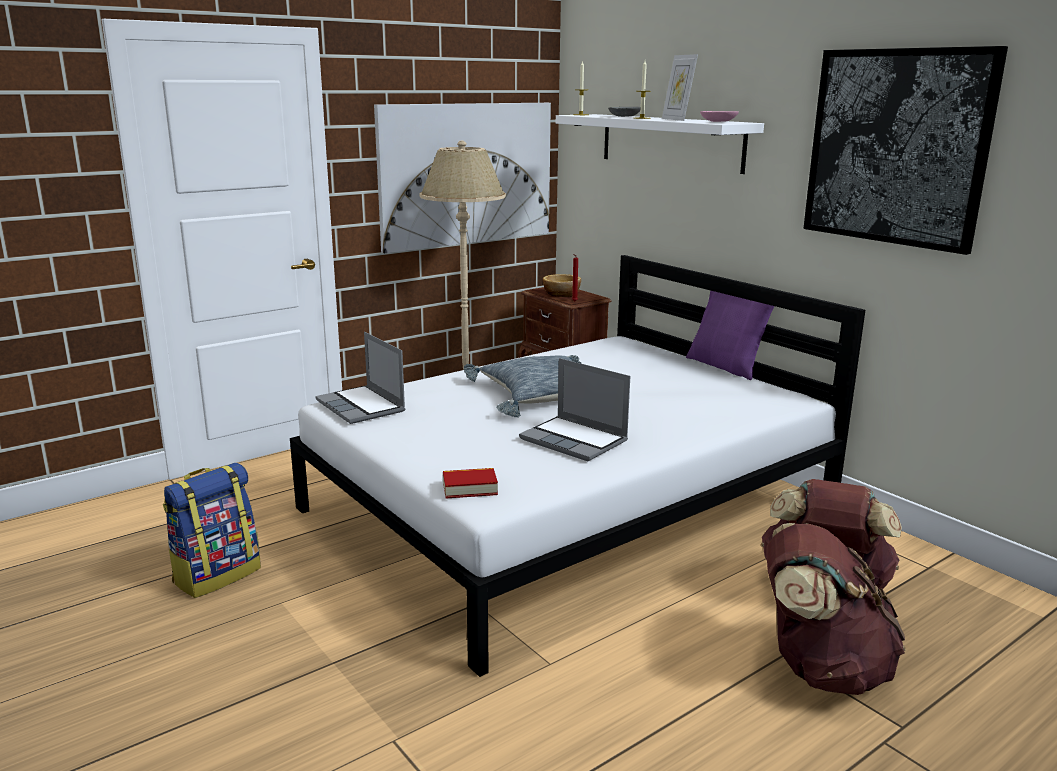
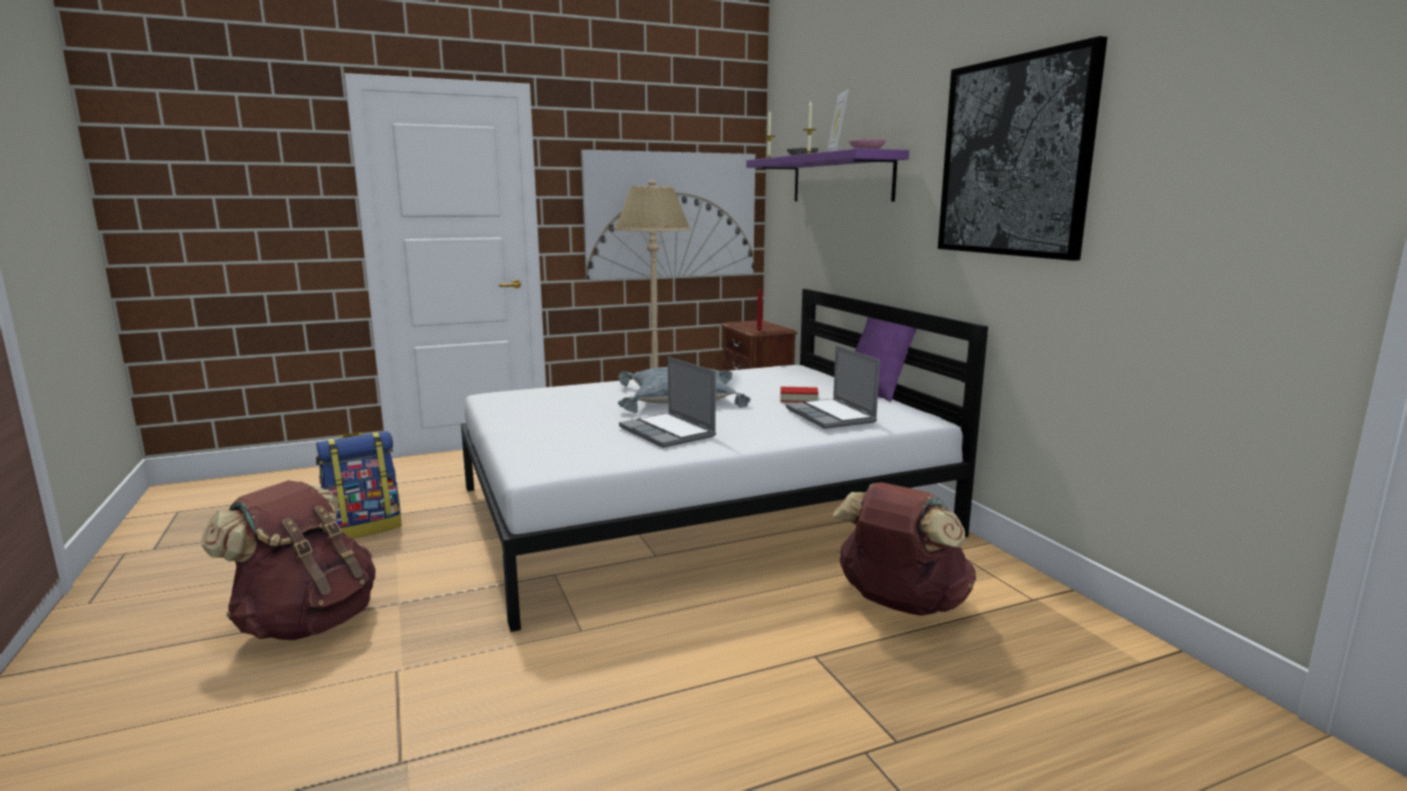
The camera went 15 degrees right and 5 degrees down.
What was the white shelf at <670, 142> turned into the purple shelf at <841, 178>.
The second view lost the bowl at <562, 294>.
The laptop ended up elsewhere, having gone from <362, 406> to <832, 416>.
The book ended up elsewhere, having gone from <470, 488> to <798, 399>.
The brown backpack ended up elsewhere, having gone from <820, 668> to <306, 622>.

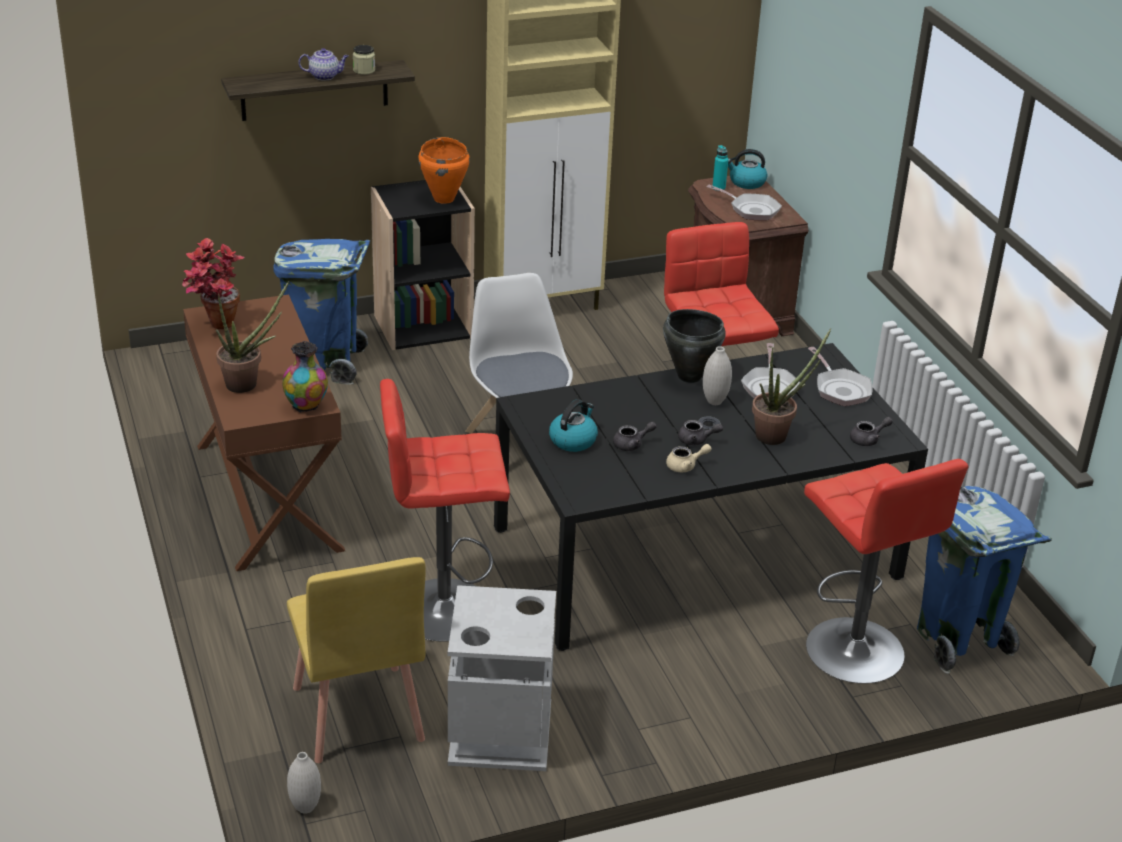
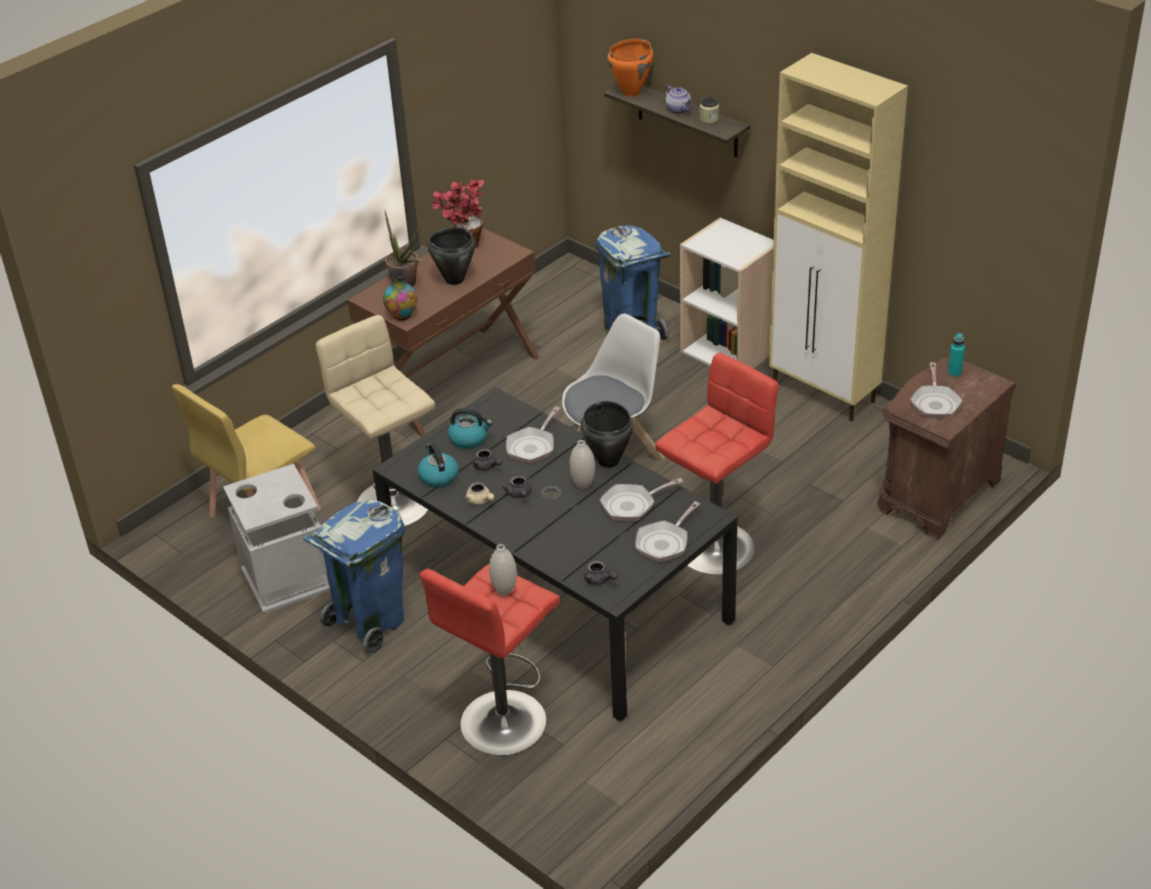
The camera went 65 degrees right and 5 degrees up.
The orange cooking pot ended up elsewhere, having gone from <444, 198> to <631, 92>.
The kettle ended up elsewhere, having gone from <746, 182> to <438, 476>.
What was the black bookcase at <424, 325> turned into the white bookcase at <729, 351>.
The second view lost the potted plant at <777, 434>.
What was the red stool at <443, 609> turned into the beige stool at <393, 503>.
The blue trash can ended up elsewhere, having gone from <959, 639> to <369, 622>.
The white vase ended up elsewhere, having gone from <305, 807> to <504, 591>.
The second view gained the black cooking pot at <454, 279>.
The second view gained the frying pan at <533, 446>.

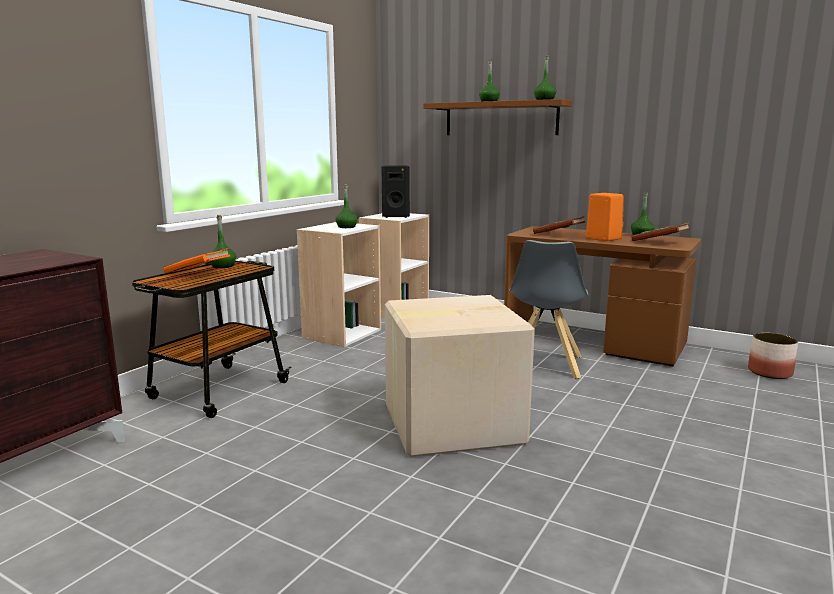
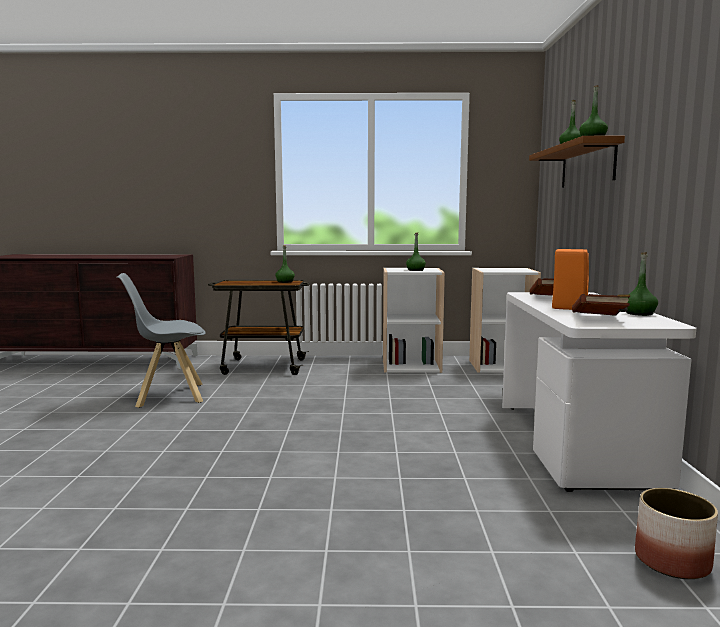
The camera went 60 degrees right and 5 degrees down.
The second view lost the black speaker at <396, 216>.
What was the brown desk at <594, 341> turned into the white desk at <576, 444>.
The grey chair ended up elsewhere, having gone from <544, 365> to <168, 395>.
The second view lost the orange book at <198, 273>.
The second view lost the cardboard box at <450, 423>.

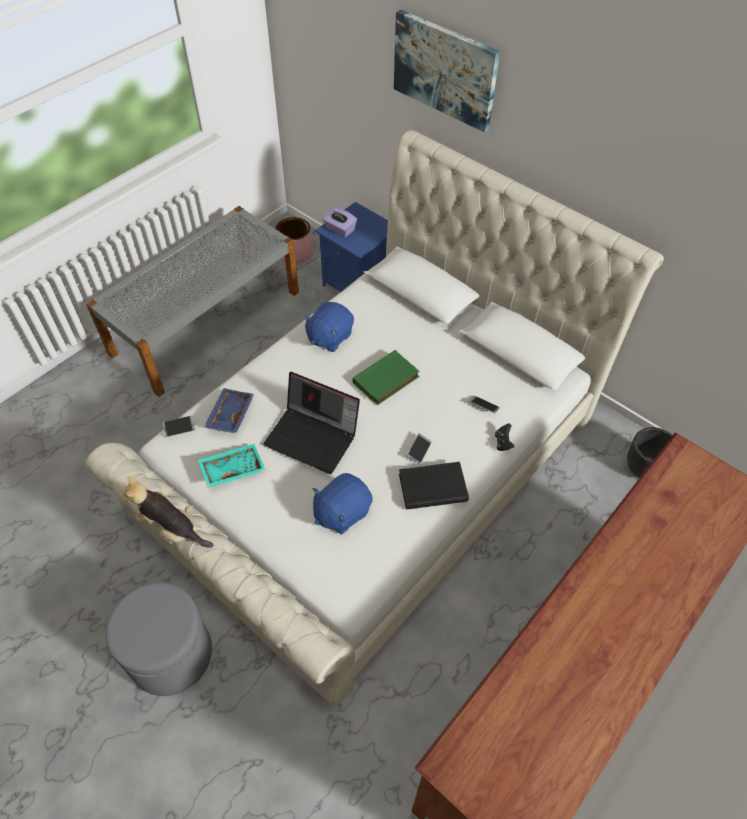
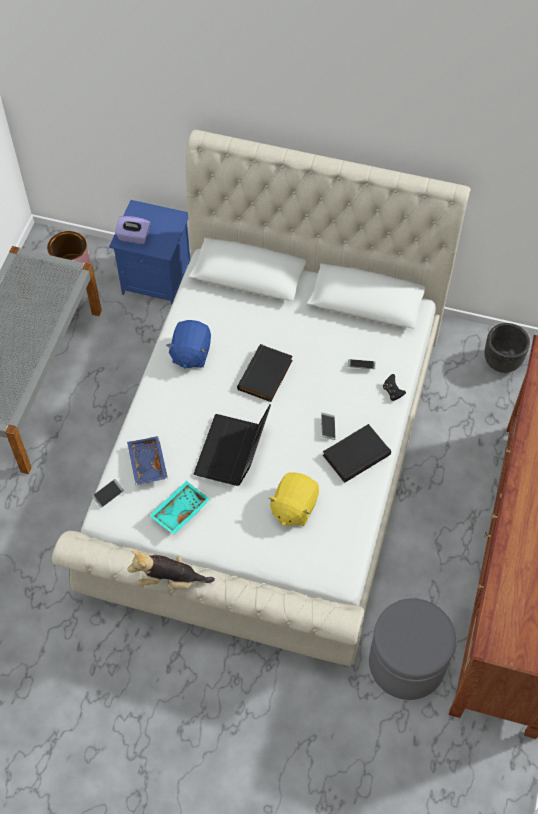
The camera went 25 degrees left and 5 degrees up.
The second view lost the picture at <445, 70>.
What was the green book at <386, 381> turned into the black book at <266, 376>.
The laptop at <313, 437> ended up facing another way, 105 degrees clockwise from before.
What was the blue plush toy at <342, 512> turned into the yellow plush toy at <293, 507>.
The grey ottoman ended up elsewhere, having gone from <171, 654> to <406, 663>.

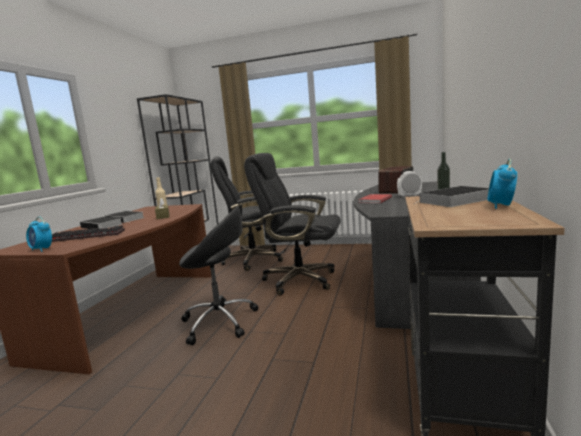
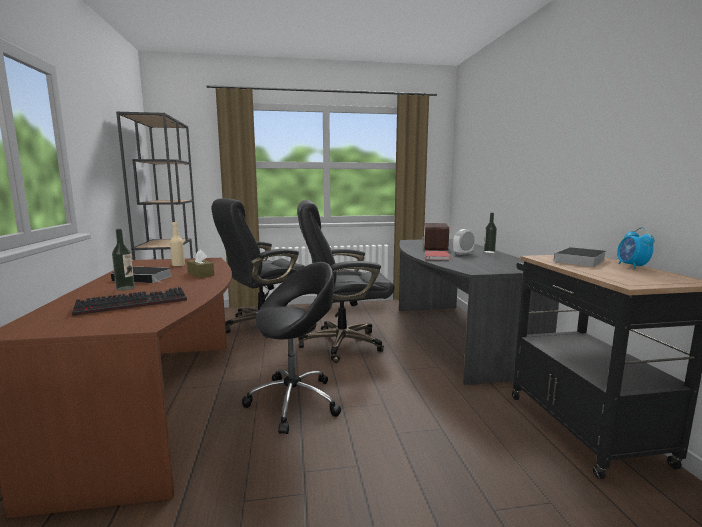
The camera went 25 degrees left and 0 degrees up.
The second view lost the alarm clock at <42, 249>.
Where the book stood at <103, 226>, the bottle came to stand at <125, 288>.

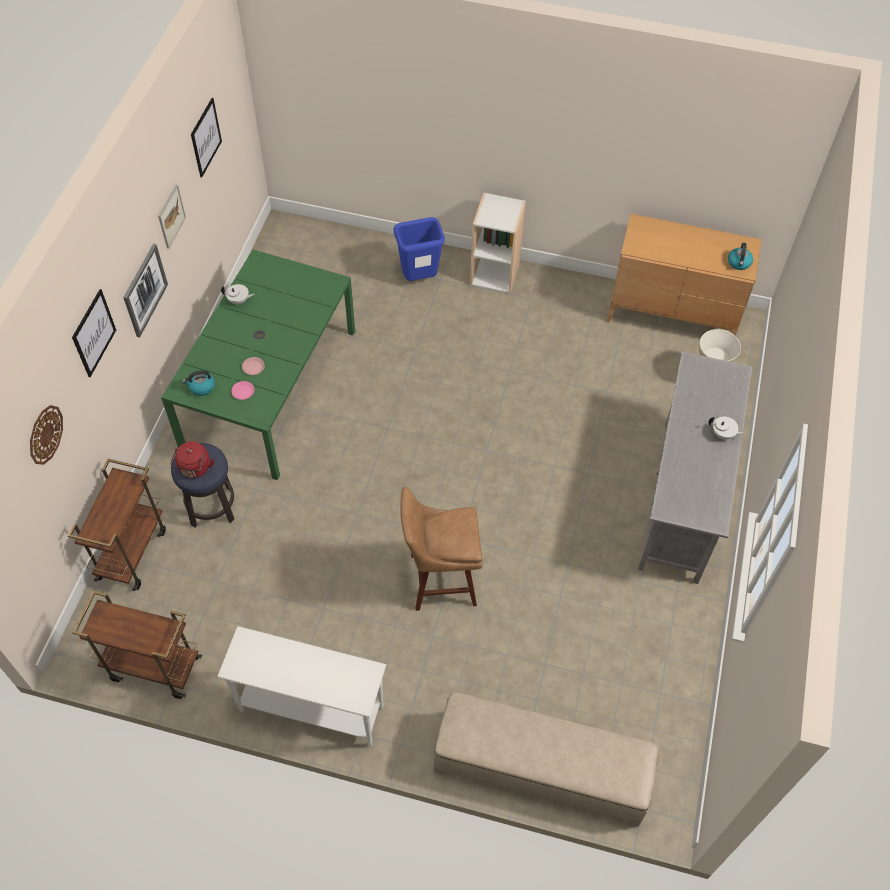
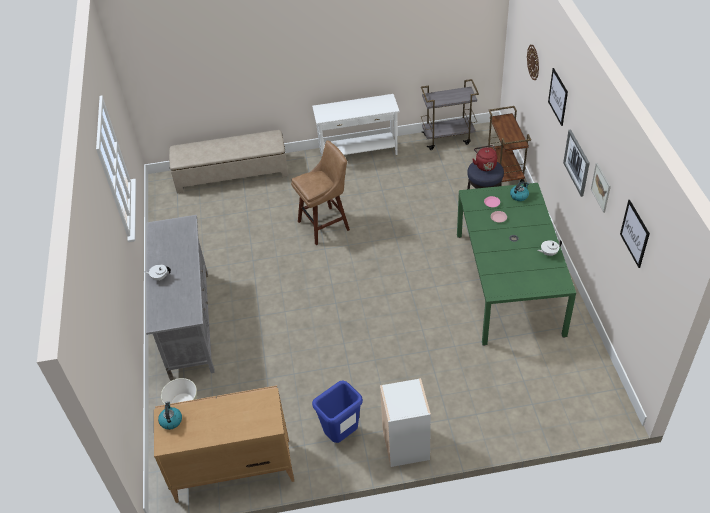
The camera went 160 degrees right and 10 degrees down.
The blue trash can ended up elsewhere, having gone from <419, 278> to <341, 435>.
What was the brown cart at <153, 668> turned into the grey cart at <448, 139>.

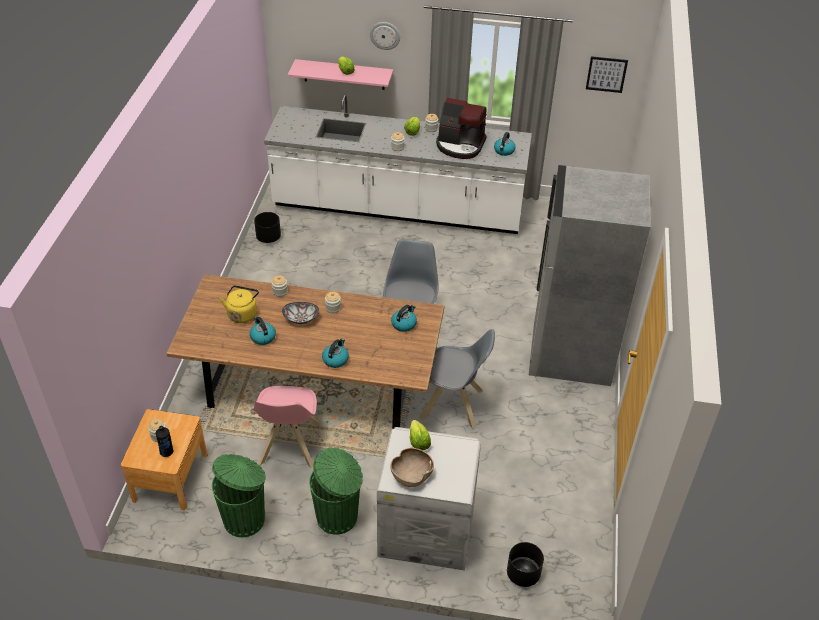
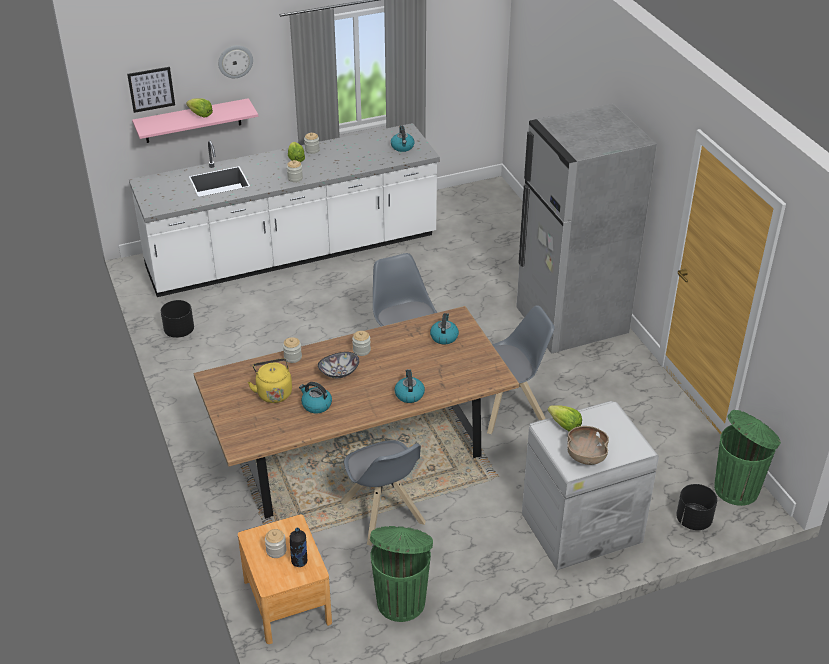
The camera went 30 degrees left and 5 degrees down.
The picture ended up elsewhere, having gone from <606, 74> to <151, 89>.
The second view lost the coffee machine at <460, 145>.
What was the pink chair at <289, 445> turned into the grey chair at <383, 514>.
The green trash can ended up elsewhere, having gone from <338, 517> to <737, 488>.

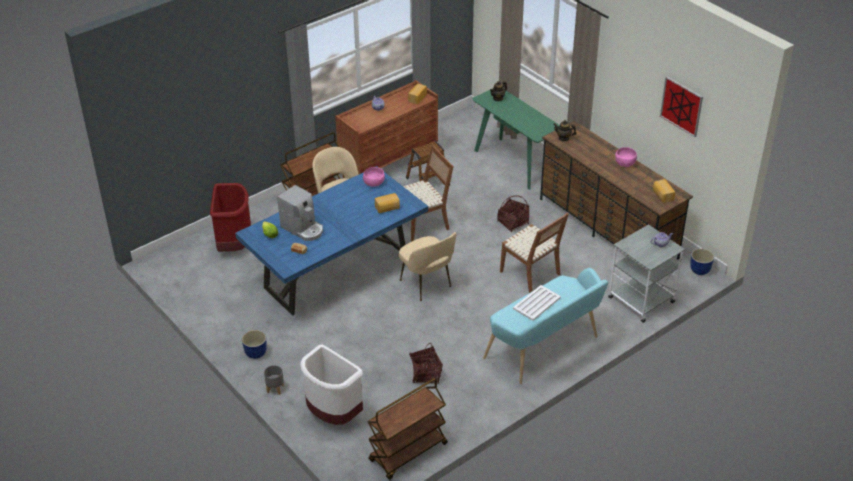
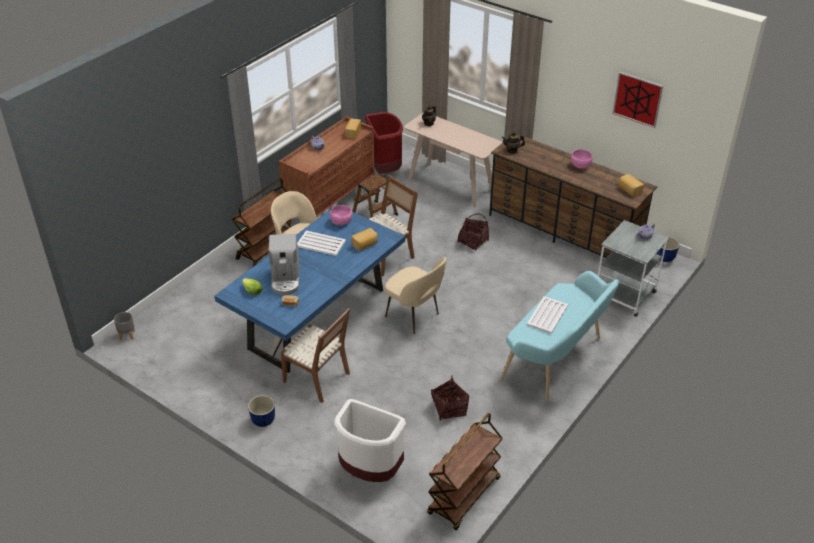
The camera went 15 degrees left and 0 degrees up.
What was the green console table at <514, 163> turned into the beige console table at <451, 184>.
The red trash can ended up elsewhere, having gone from <234, 244> to <384, 168>.
The coffee machine at <303, 228> ended up facing another way, 60 degrees clockwise from before.
The chair ended up elsewhere, having gone from <531, 275> to <318, 380>.
The grey planter ended up elsewhere, having gone from <275, 389> to <127, 335>.
The second view gained the white tray at <321, 244>.

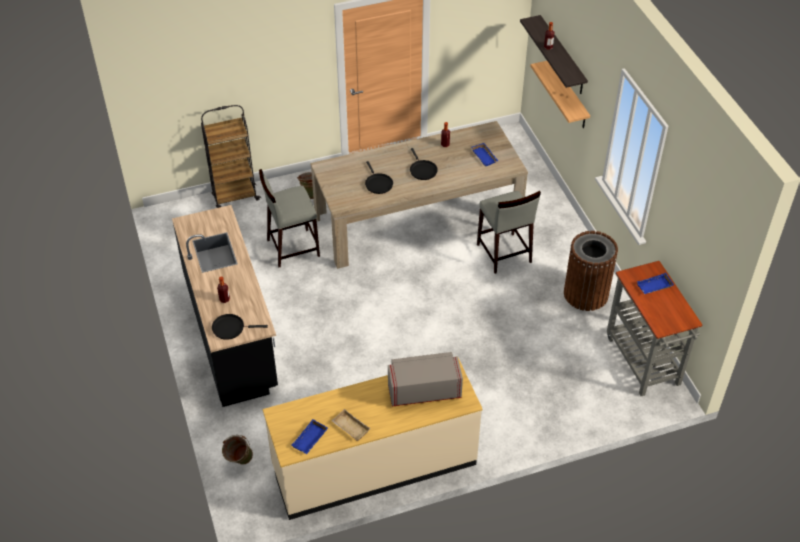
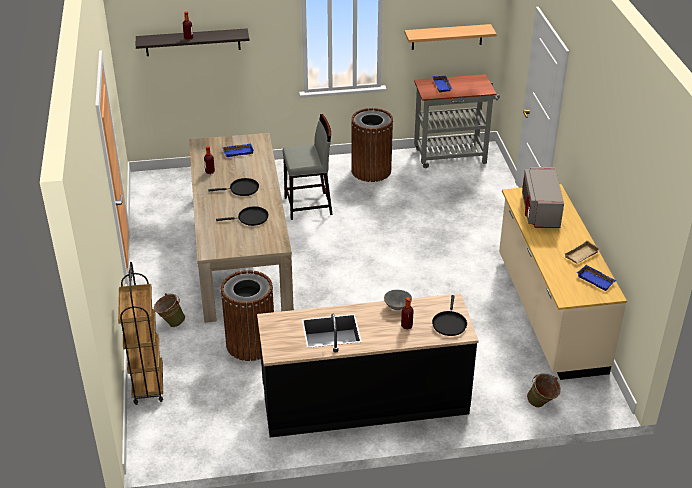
The camera went 80 degrees left and 10 degrees down.
The shelf ended up elsewhere, having gone from <569, 95> to <447, 37>.
Where the grey stool stood at <292, 247>, the brown trash can came to stand at <250, 344>.
The second view gained the grey bowl at <397, 306>.

